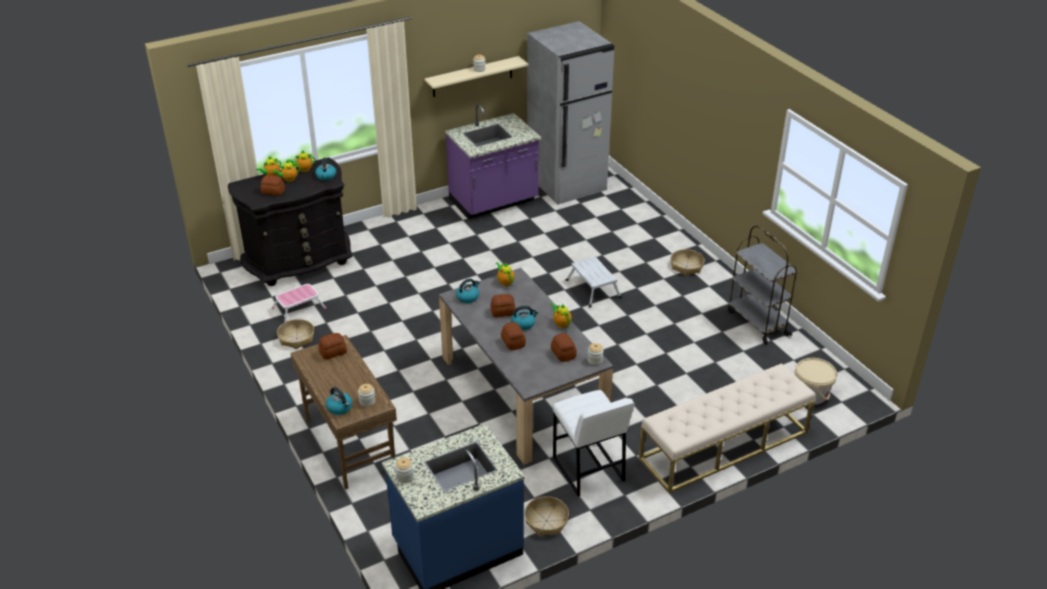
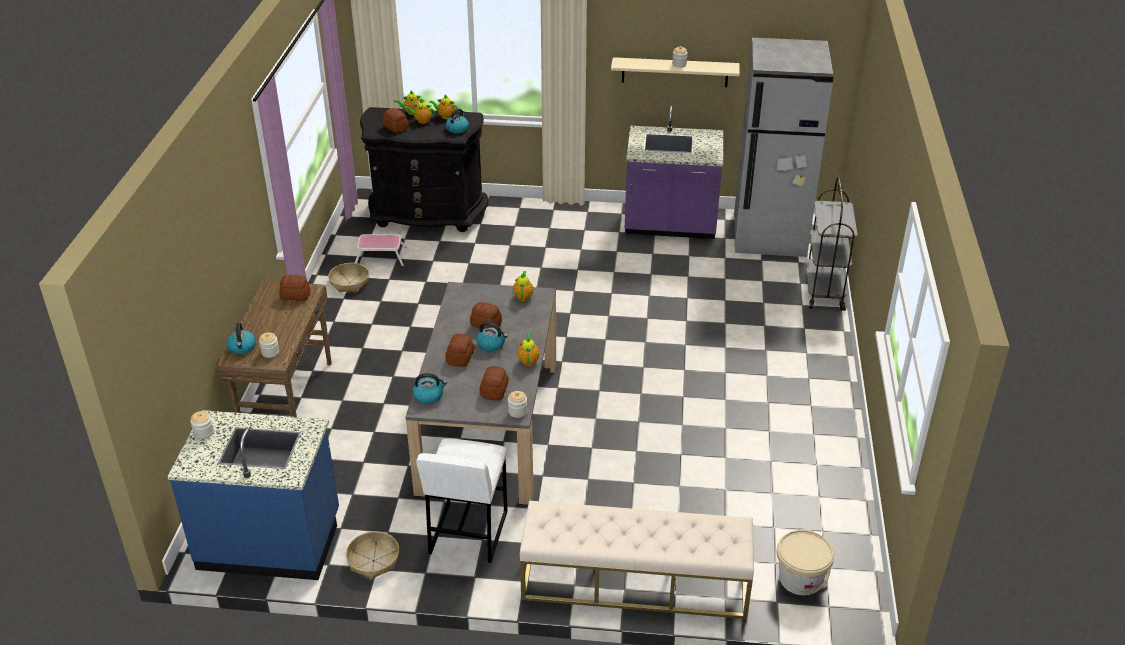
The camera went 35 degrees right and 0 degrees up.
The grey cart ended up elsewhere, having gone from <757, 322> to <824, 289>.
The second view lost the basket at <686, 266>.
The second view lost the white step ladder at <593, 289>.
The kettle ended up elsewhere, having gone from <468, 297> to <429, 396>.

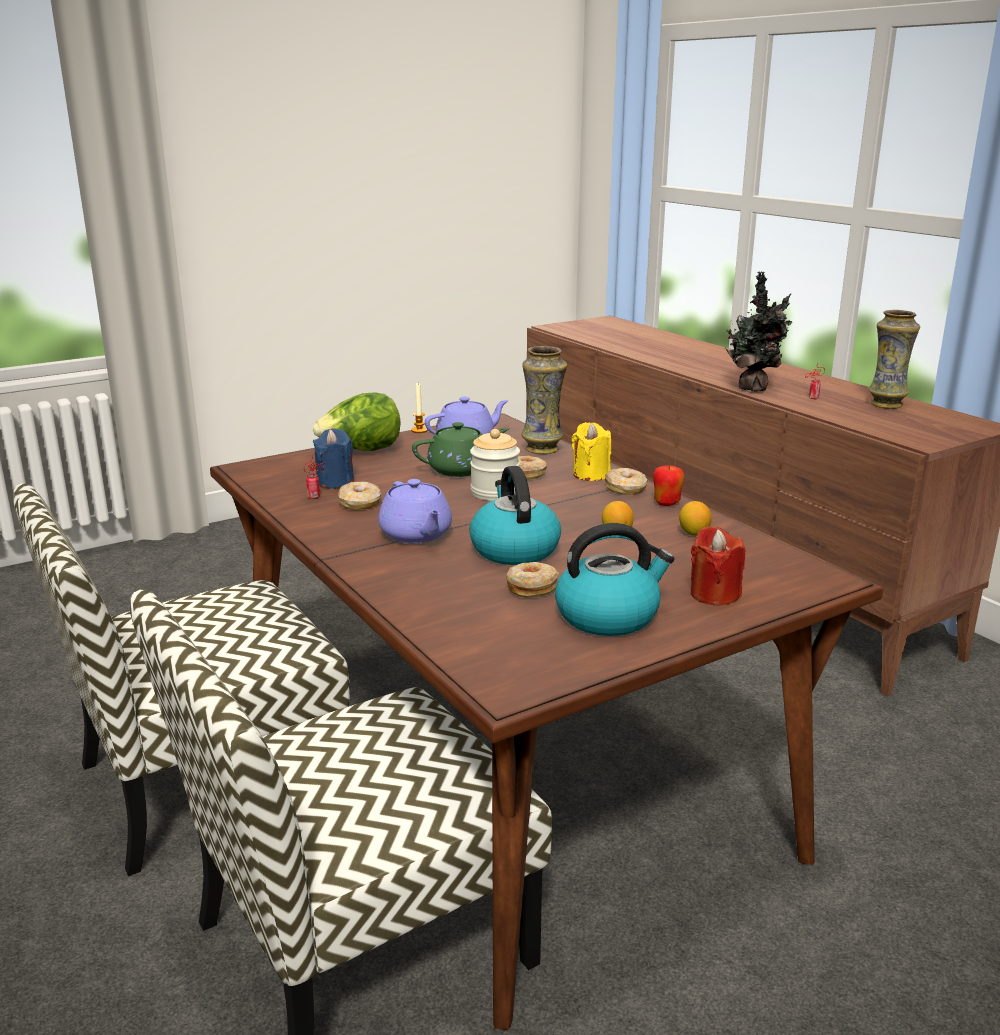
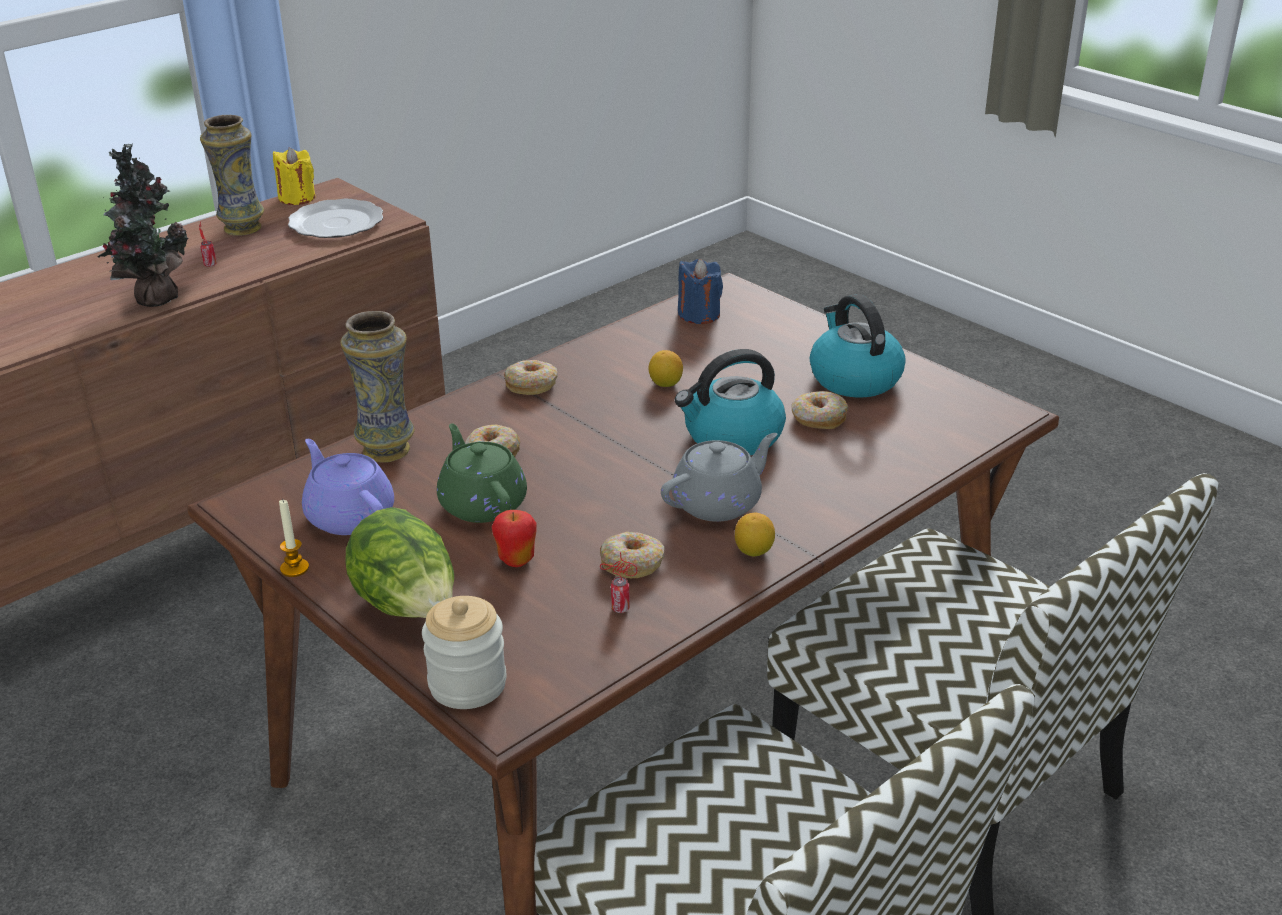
The camera went 100 degrees left and 10 degrees up.
The yellow candle ended up elsewhere, having gone from <591, 474> to <297, 198>.
The blue candle ended up elsewhere, having gone from <335, 482> to <699, 314>.
The jar ended up elsewhere, having gone from <495, 493> to <467, 684>.
The apple ended up elsewhere, having gone from <666, 503> to <516, 560>.
What was the purple teapot at <416, 535> turned into the grey teapot at <718, 503>.
The lemon ended up elsewhere, having gone from <694, 533> to <754, 551>.
The second view lost the red candle at <714, 594>.
The second view gained the plate at <335, 223>.

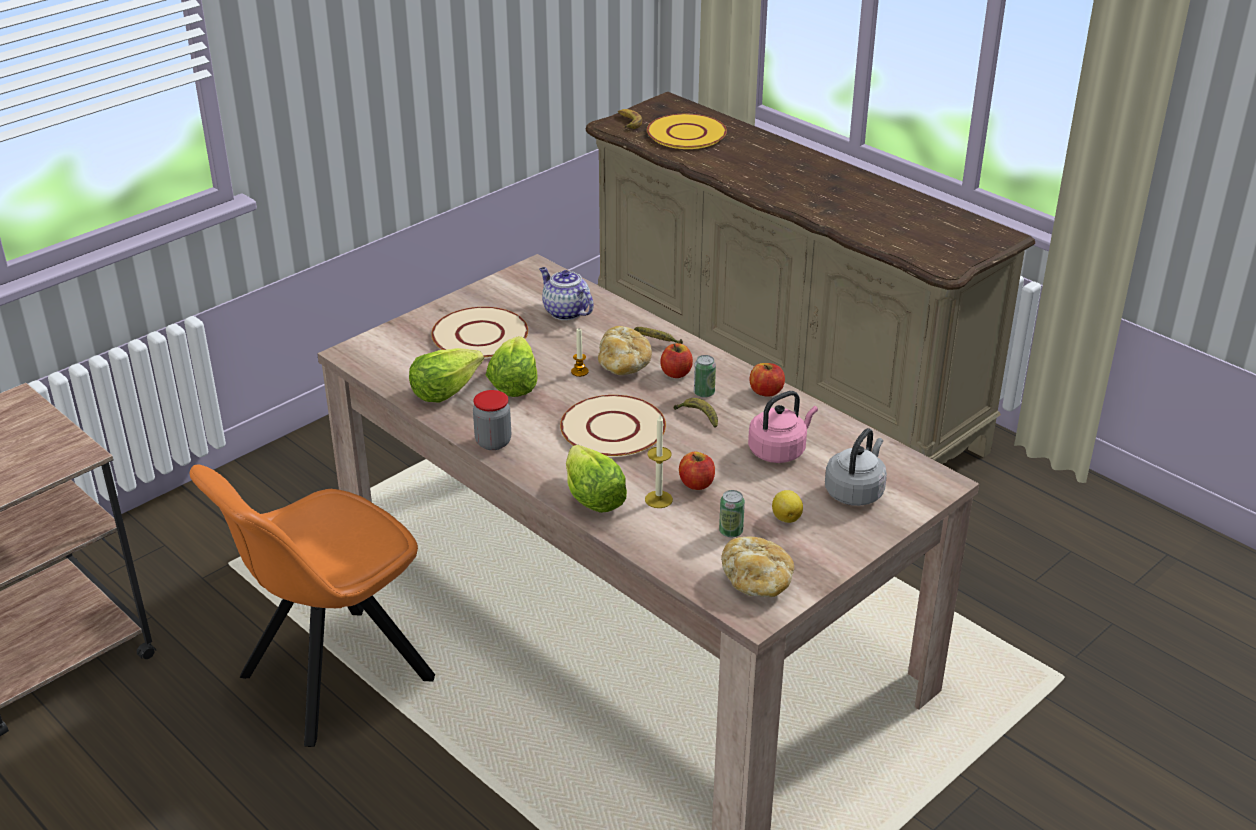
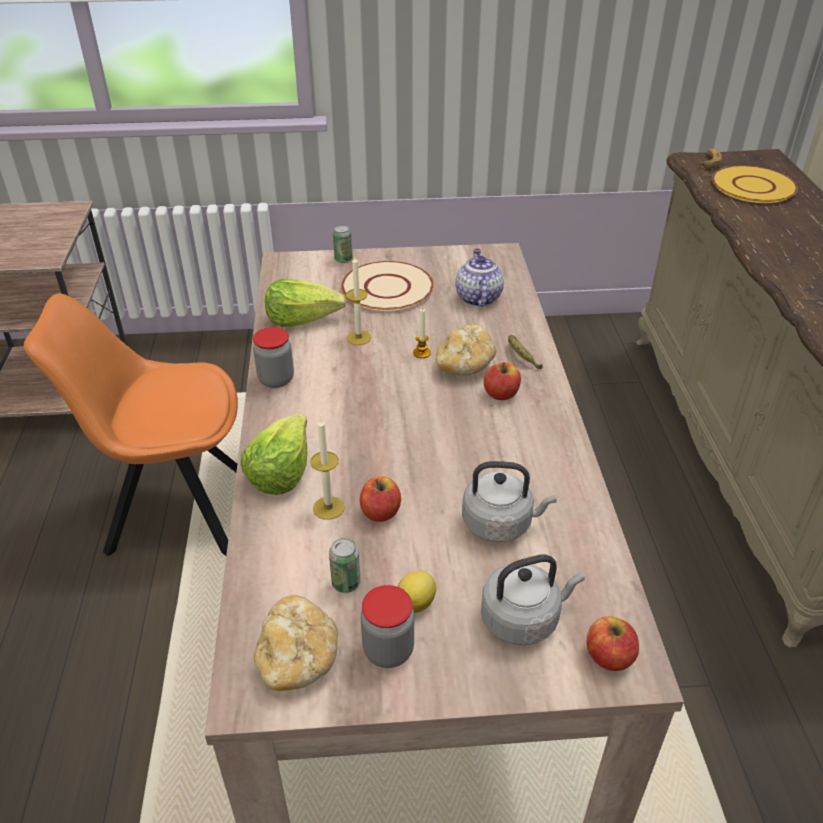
The camera went 40 degrees right and 5 degrees up.
Where the lettuce stood at <513, 383>, the candle came to stand at <358, 338>.
The can ended up elsewhere, having gone from <704, 393> to <343, 259>.
The apple ended up elsewhere, having gone from <766, 391> to <609, 656>.
What was the pink kettle at <779, 451> turned into the grey kettle at <500, 523>.
The second view lost the beige plate at <612, 429>.
The second view lost the banana at <698, 417>.
The second view gained the jar at <388, 650>.

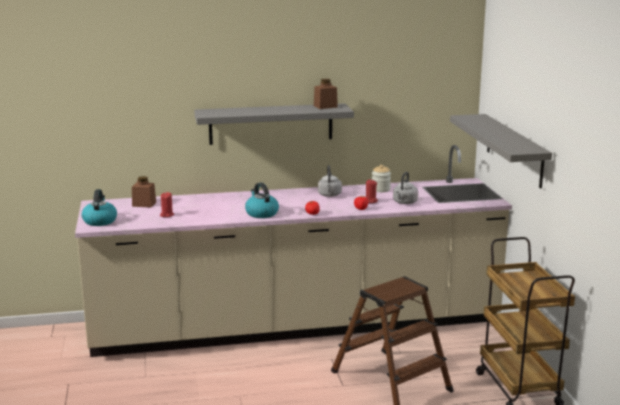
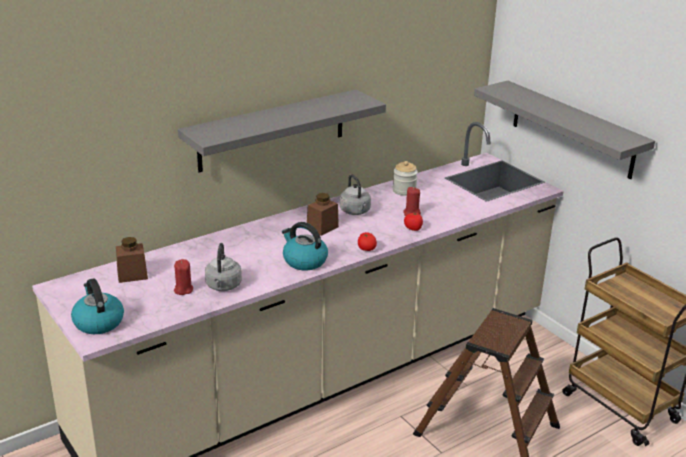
The camera went 25 degrees left and 10 degrees up.
The brown jar ended up elsewhere, having gone from <325, 106> to <322, 228>.
The grey kettle ended up elsewhere, having gone from <404, 202> to <223, 286>.

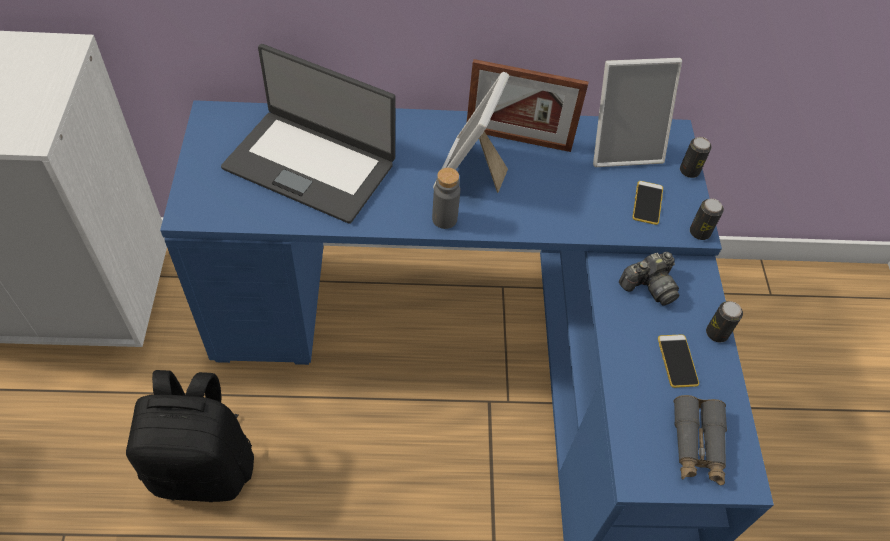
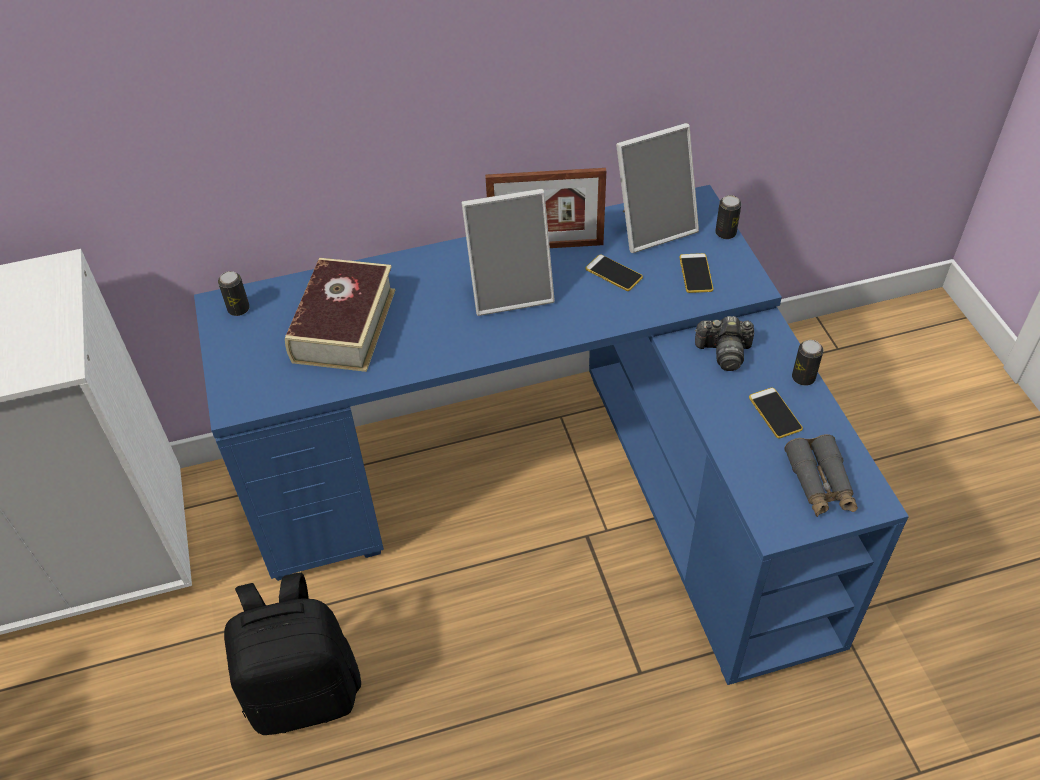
The camera went 10 degrees left and 5 degrees down.
Where the laptop stood at <310, 164>, the book came to stand at <344, 325>.
The picture frame at <471, 172> ended up facing another way, 105 degrees counterclockwise from before.
The second view lost the grey bottle at <444, 219>.
The can ended up elsewhere, having gone from <699, 232> to <238, 309>.
The photo camera at <649, 286> ended up facing another way, 45 degrees clockwise from before.
The second view gained the phone at <613, 273>.

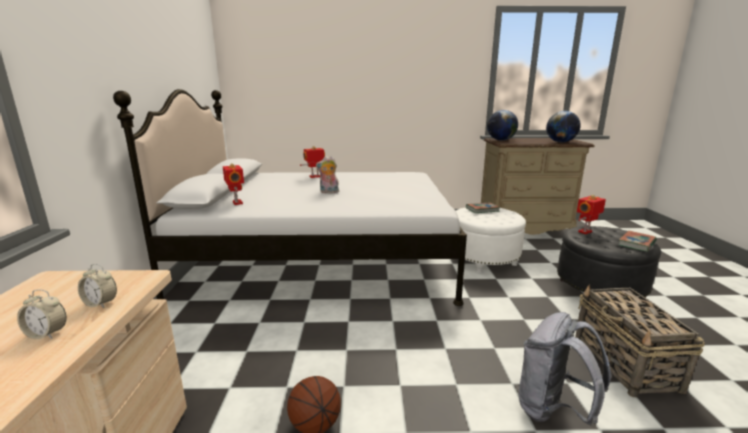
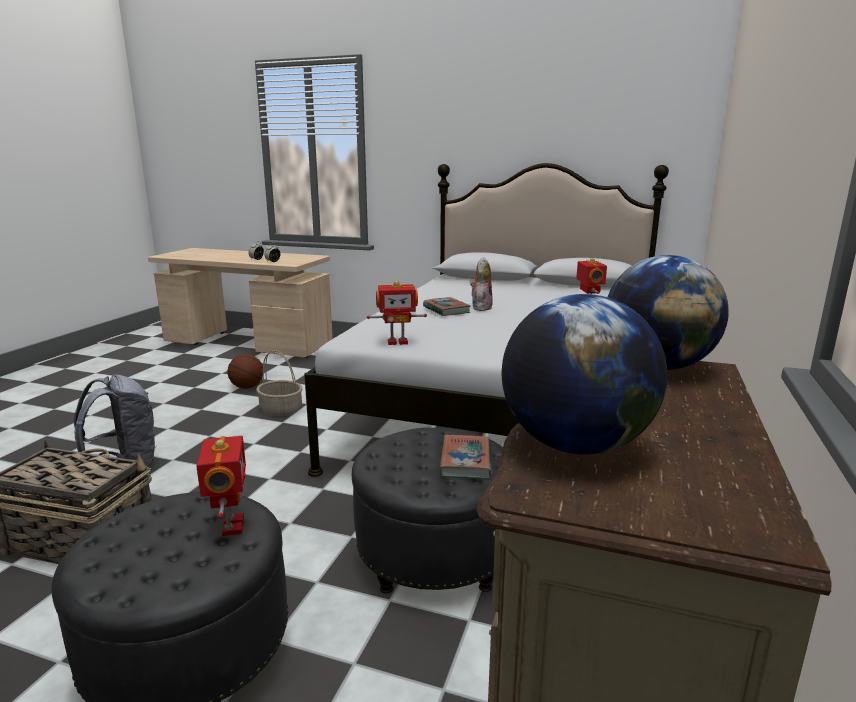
The camera went 110 degrees right and 0 degrees up.
The toy robot ended up elsewhere, having gone from <236, 203> to <397, 342>.
What was the white ottoman at <483, 259> turned into the black ottoman at <434, 555>.
The book ended up elsewhere, having gone from <636, 243> to <446, 310>.
The second view gained the basket at <281, 409>.

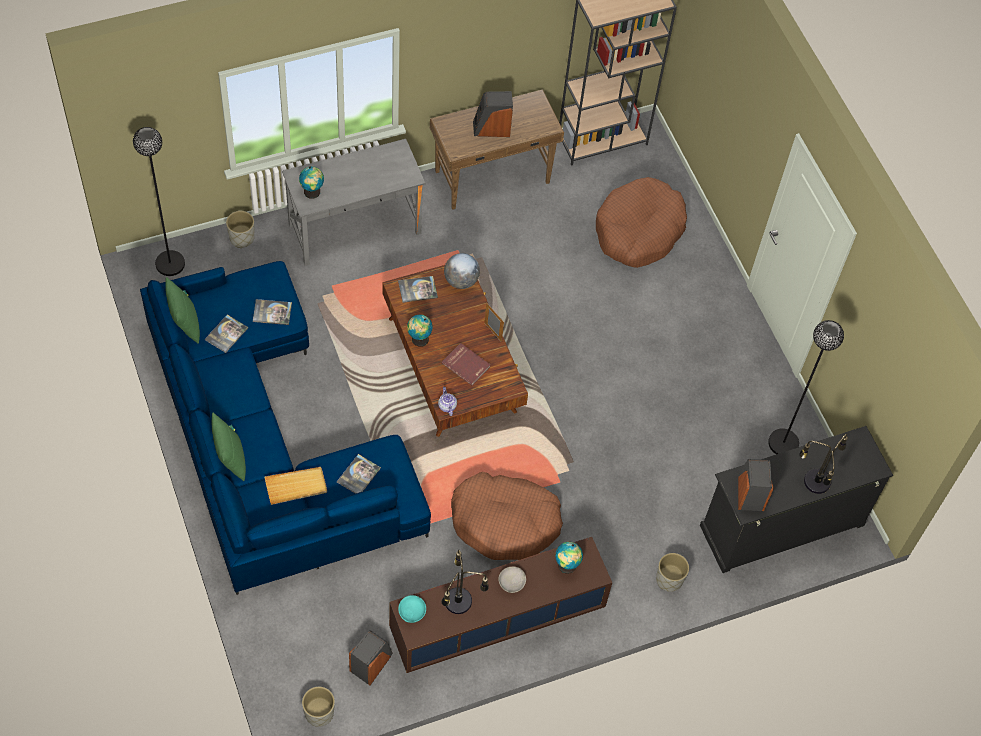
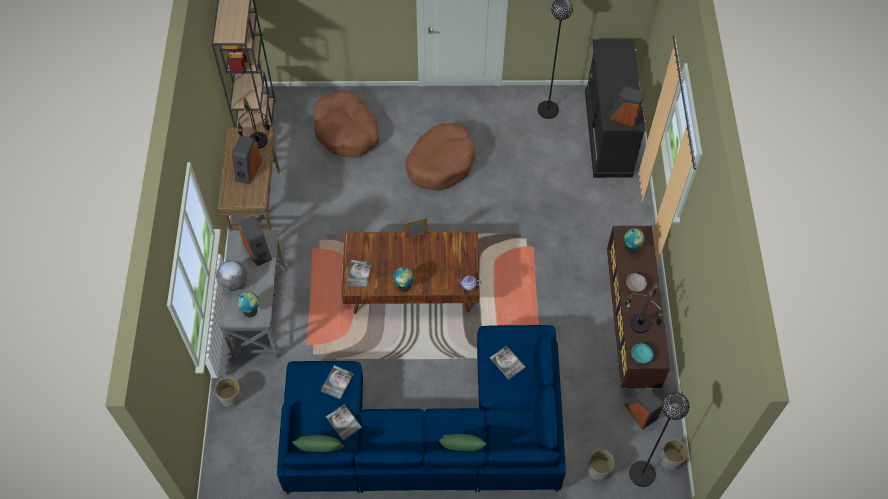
The camera went 65 degrees left and 0 degrees up.
The black floor lamp ended up elsewhere, having gone from <170, 263> to <641, 474>.
The globe ended up elsewhere, having gone from <461, 280> to <234, 283>.
The second view lost the red book at <466, 365>.
The table lamp ended up elsewhere, having gone from <816, 481> to <257, 141>.
The second view lost the beige tray at <296, 486>.
The brown dog bed ended up elsewhere, having gone from <505, 522> to <440, 163>.
The grey planter ended up elsewhere, having gone from <669, 580> to <598, 470>.
The second view gained the speaker at <258, 251>.

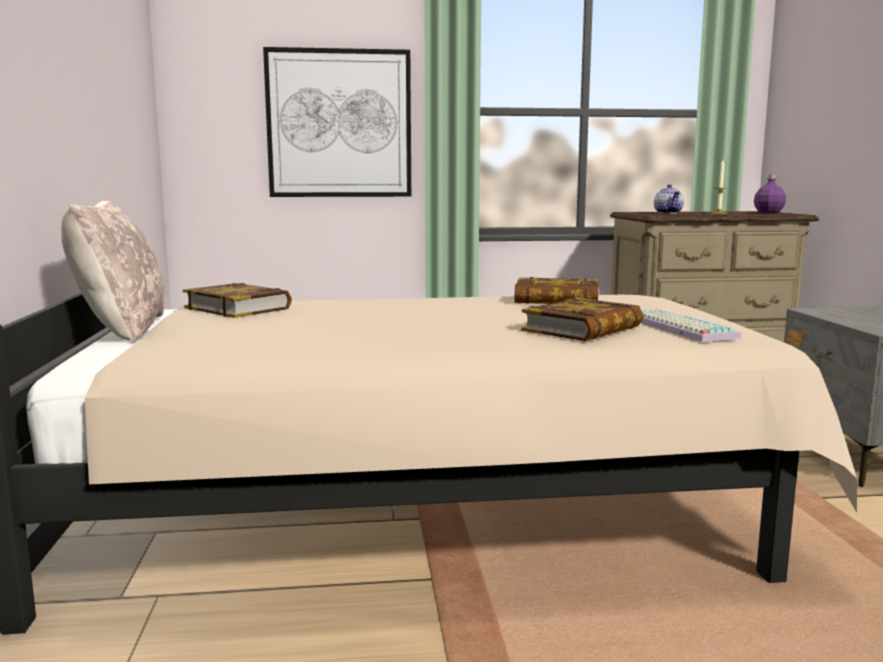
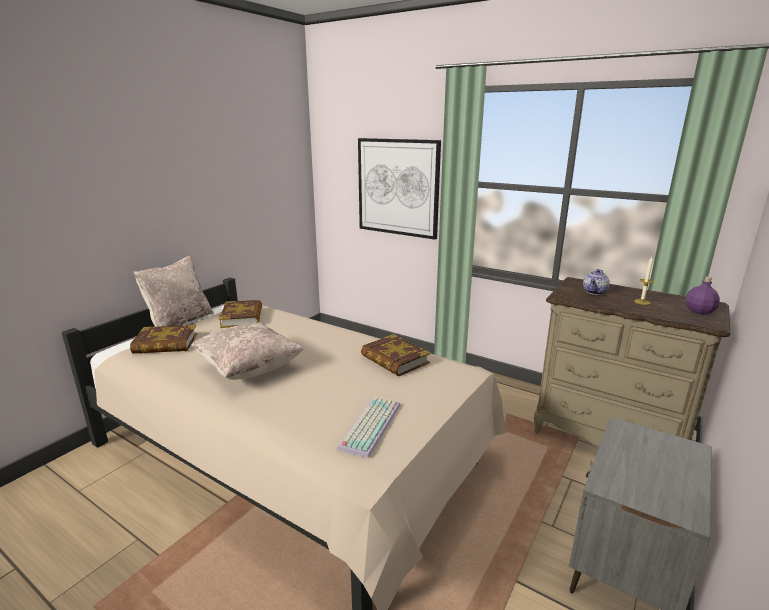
The camera went 40 degrees right and 10 degrees up.
The book ended up elsewhere, having gone from <583, 329> to <165, 344>.
The second view gained the beige pillow at <249, 369>.

